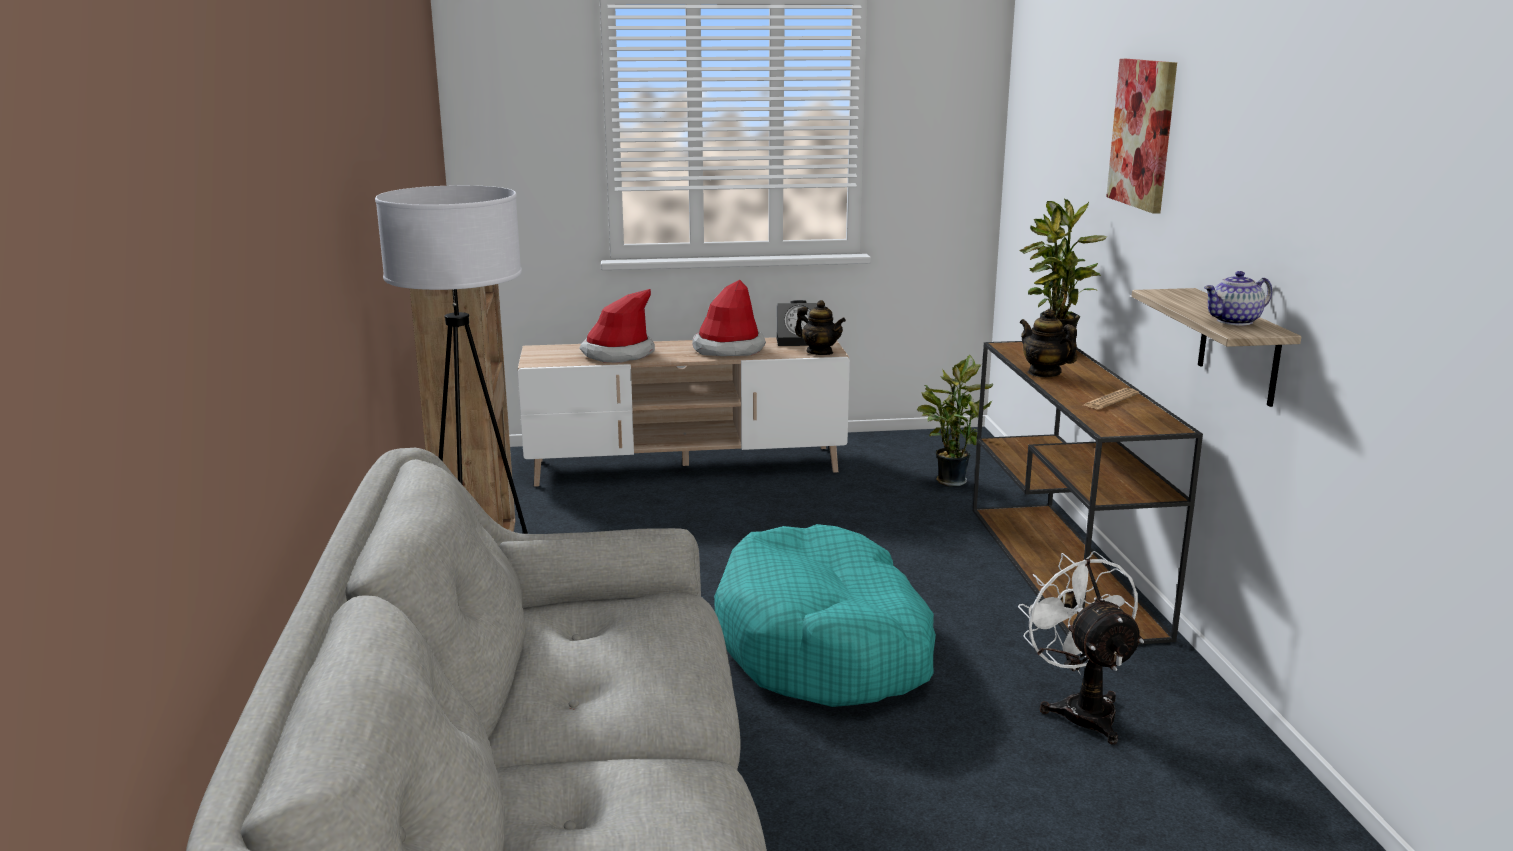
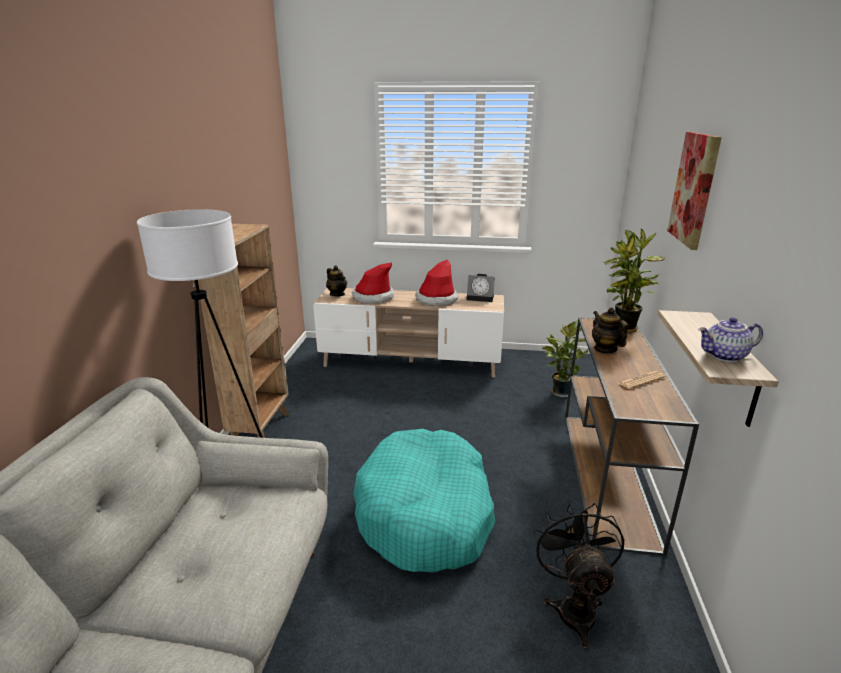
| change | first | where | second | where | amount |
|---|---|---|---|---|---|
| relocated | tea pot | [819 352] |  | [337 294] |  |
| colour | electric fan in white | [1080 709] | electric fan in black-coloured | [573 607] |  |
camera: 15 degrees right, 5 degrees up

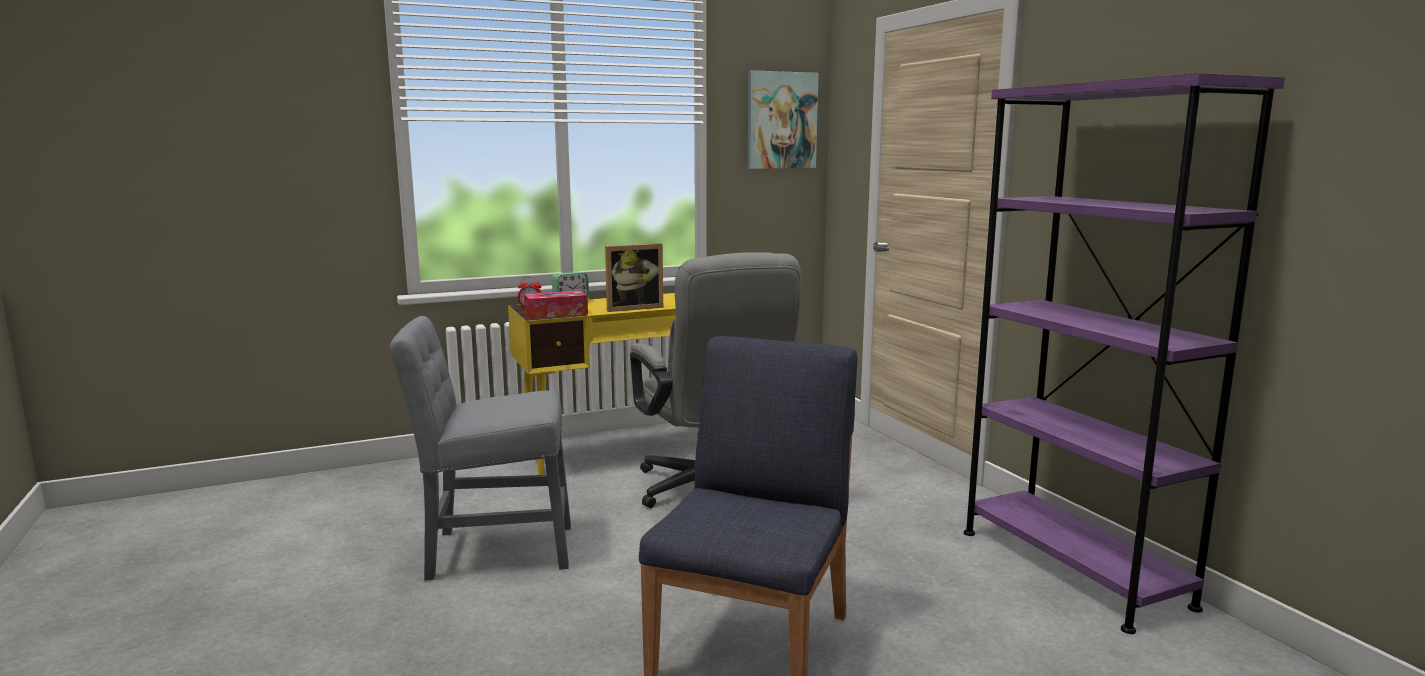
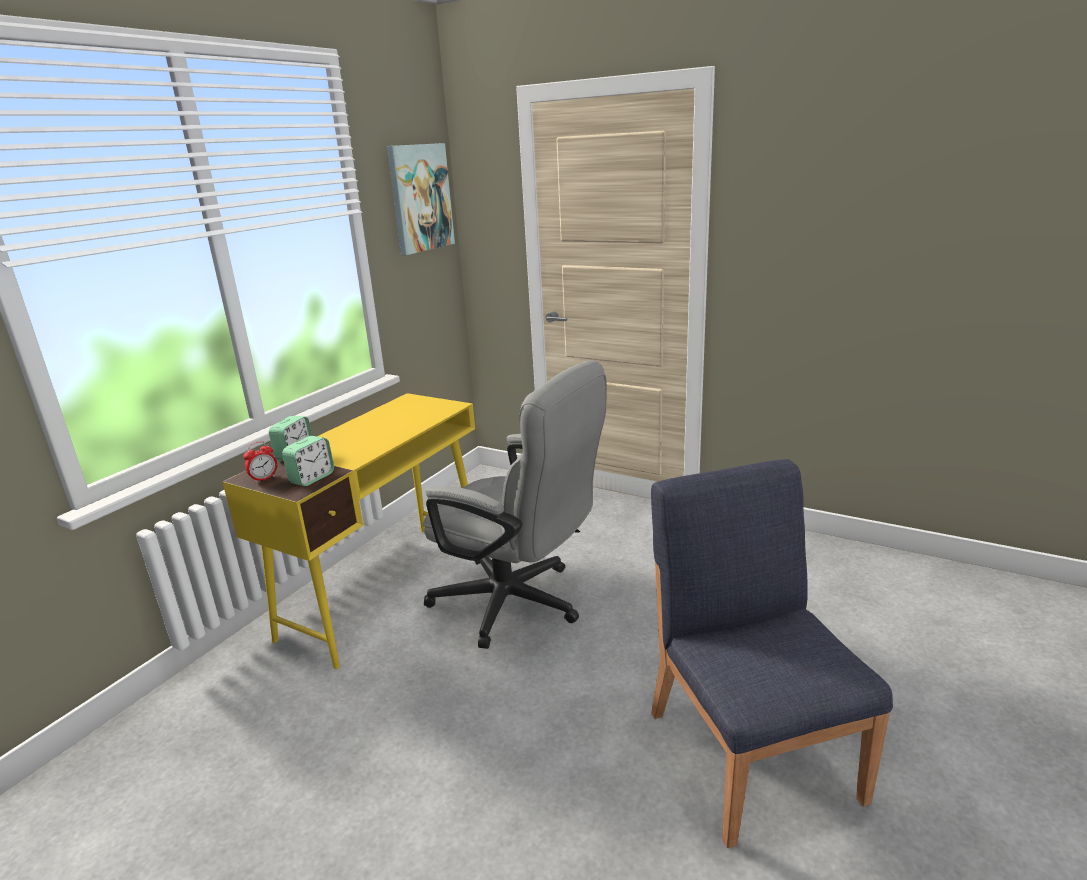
| change | first | where | second | where | amount |
|---|---|---|---|---|---|
| missing | bookcase in purple | [1072 568] |  |  |  |
| missing | photo frame | [633 308] |  |  |  |
| exchanged | box of tissues | [556 313] | bedside clock | [312 478] |  |
| missing | chair in gray | [492 551] |  |  |  |
camera: 35 degrees left, 10 degrees up

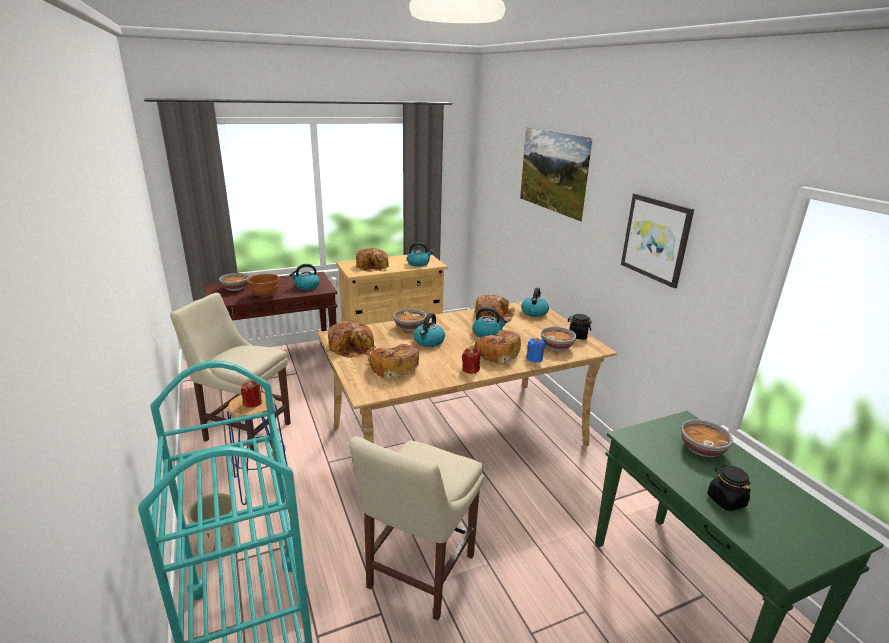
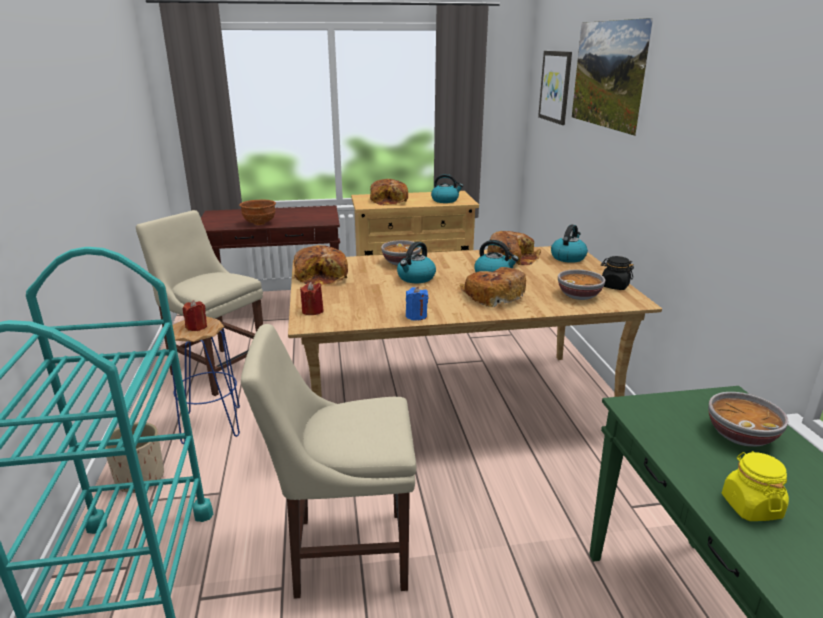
| change | first | where | second | where | amount |
|---|---|---|---|---|---|
| relocated | wall art | [656 239] |  | [556 86] |  |
| missing | tea kettle | [306 286] |  |  |  |
| missing | deep dish | [235 288] |  |  |  |
| relocated | wax candle in bluish | [534 359] |  | [416 316] |  |
| missing | baked bread | [393 367] |  |  |  |
| relocated | wax candle in reddish | [470 369] |  | [312 311] |  |
| spun | chair in beige-coloured | [418 574] |  | [343 552] | 45 degrees clockwise |
| colour | storage jar in black-coloured | [726 500] | storage jar in yellowish | [750 506] |  |
camera: 15 degrees right, 0 degrees up

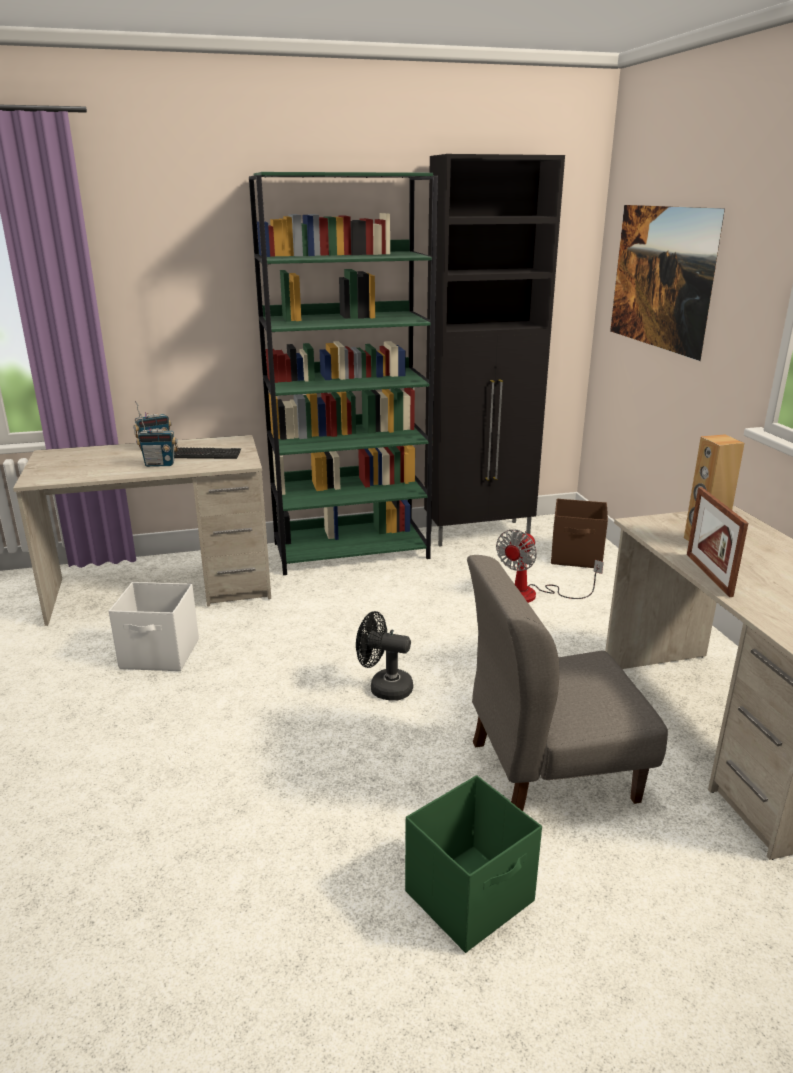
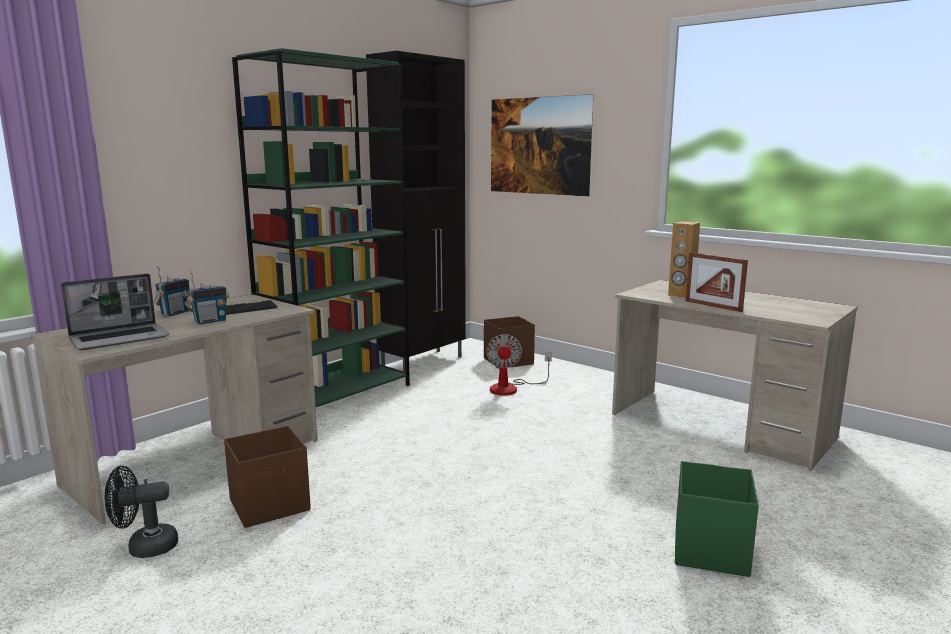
| change | first | where | second | where | amount |
|---|---|---|---|---|---|
| missing | chair in gray | [550 770] |  |  |  |
| colour | storage container in white | [161 654] | storage container in brownish | [271 505] |  |
| relocated | electric fan in black-coloured | [384 688] |  | [144 547] |  |
| appeared |  |  | laptop | [120 338] |  |
camera: 35 degrees left, 10 degrees down

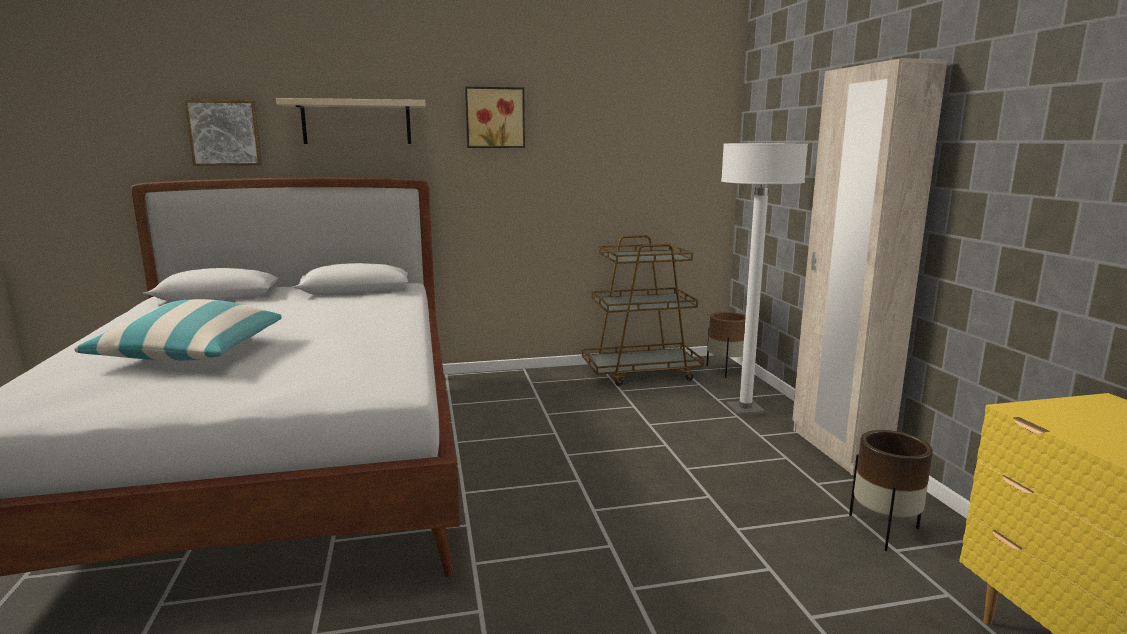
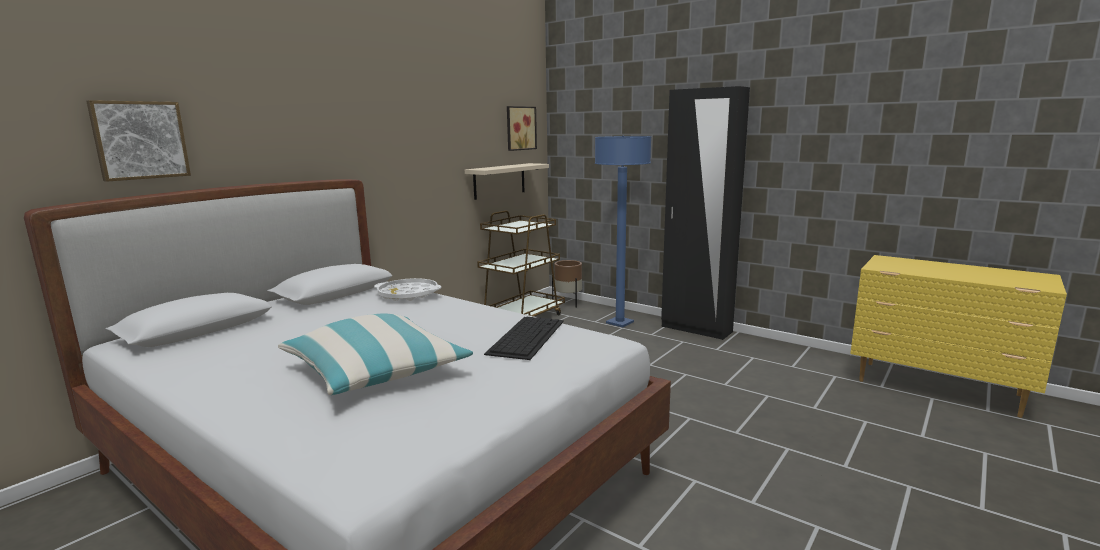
| change | first | where | second | where | amount |
|---|---|---|---|---|---|
| colour | clothes cupboard in beige-coloured | [837 449] | clothes cupboard in black-coloured | [696 329] |  |
| relocated | wall art | [495 118] |  | [519 128] |  |
| relocated | shelf in beige-coloured | [356 122] |  | [499 181] |  |
| colour | floor lamp in white | [745 410] | floor lamp in bluish | [619 323] |  |
| missing | plant pot in brownish | [883 531] |  |  |  |
| appeared |  |  | carrying tray in white | [408 294] |  |
| appeared |  |  | computer keyboard | [526 336] |  |
camera: 40 degrees left, 0 degrees up

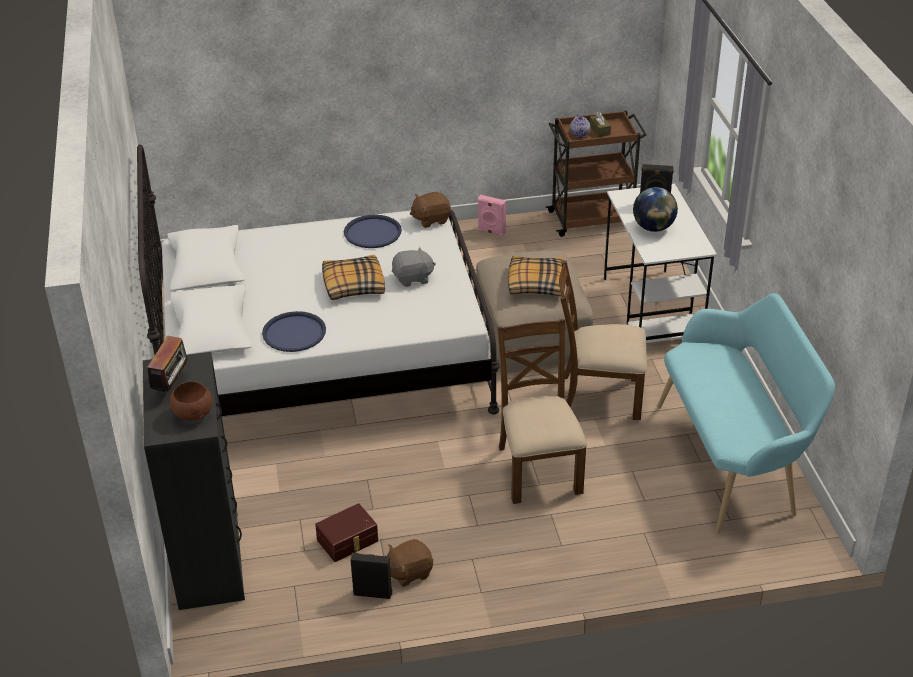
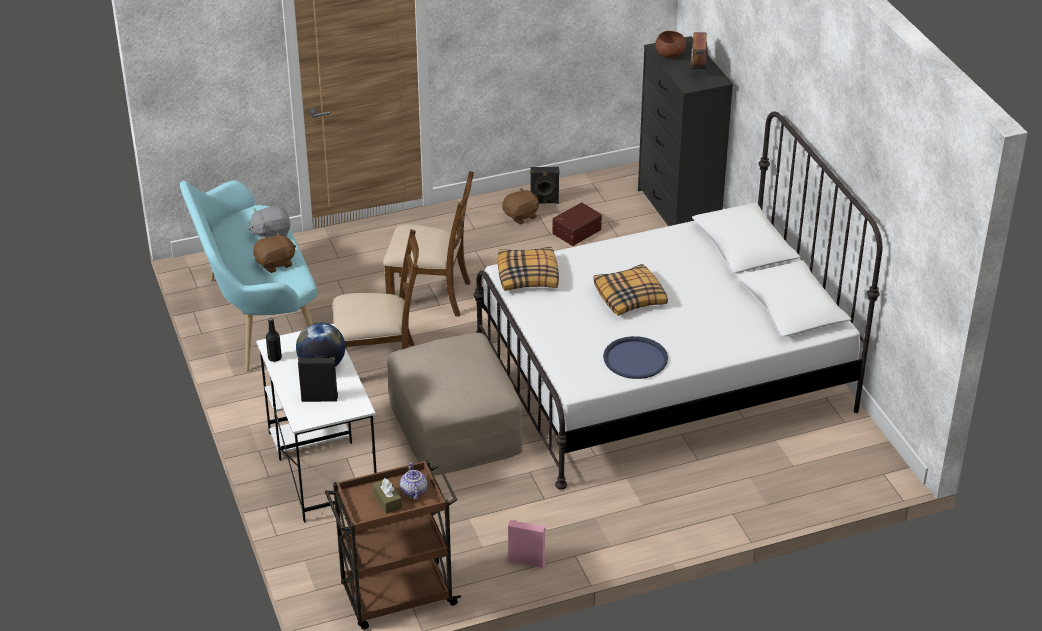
| change | first | where | second | where | amount |
|---|---|---|---|---|---|
| relocated | soft toy in brownish | [431 219] |  | [275 264] |  |
| relocated | soft toy in gray | [413 278] |  | [271 234] |  |
| relocated | pillow | [536 283] |  | [528 276] |  |
| missing | carrying tray in bluish | [294 332] |  |  |  |
| spun | chair in brownish | [538 469] |  | [430 295] | 60 degrees counterclockwise |
| appeared |  |  | bottle in black-coloured | [274 358] |  |
camera: 170 degrees right, 0 degrees up

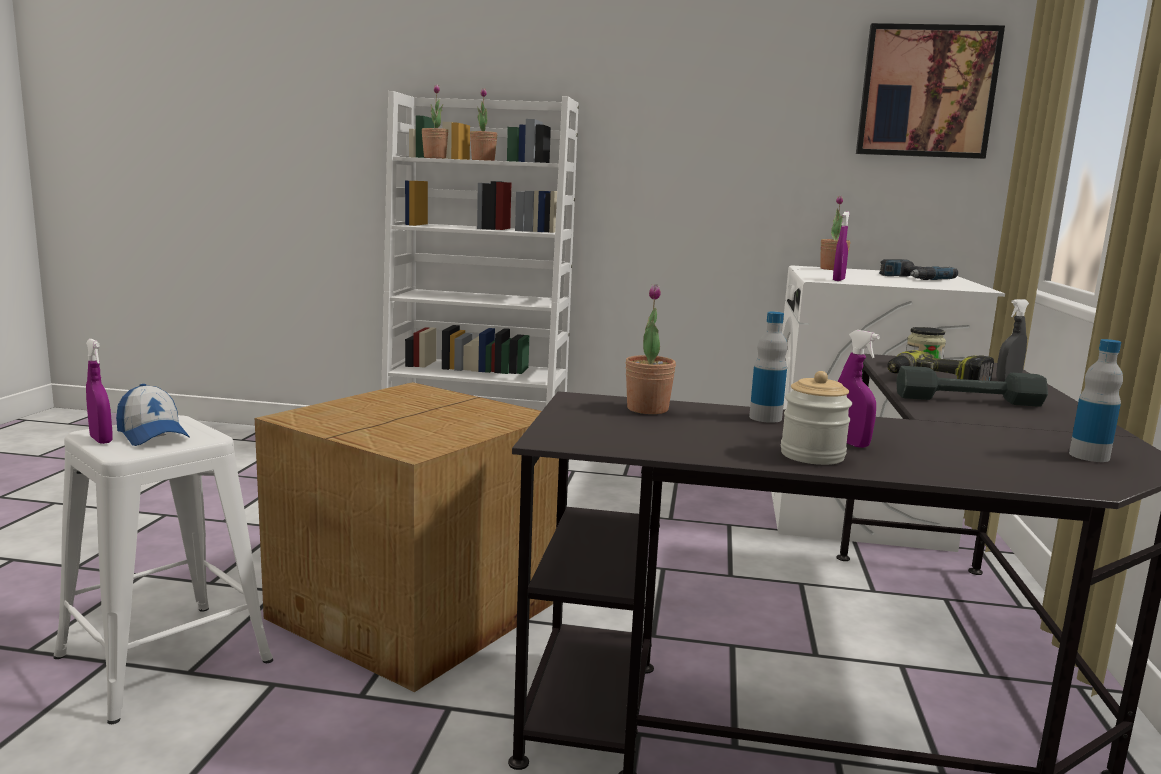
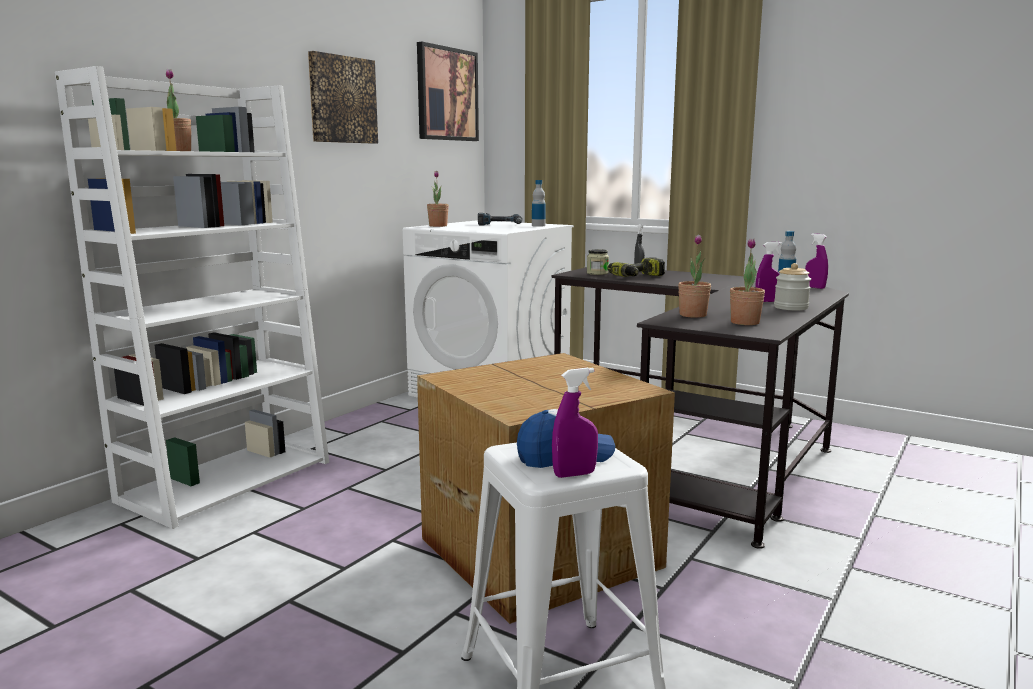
| change | first | where | second | where | amount |
|---|---|---|---|---|---|
| relocated | houseplant | [435 158] |  | [745 322] |  |
| relocated | hand sprayer in purple | [838 280] |  | [814 287] |  |
| relocated | bottle | [765 418] |  | [538 226] |  |
| missing | hand weight in gray | [968 400] |  |  |  |
| appeared |  |  | wall art | [342 100] |  |
camera: 65 degrees left, 0 degrees up

